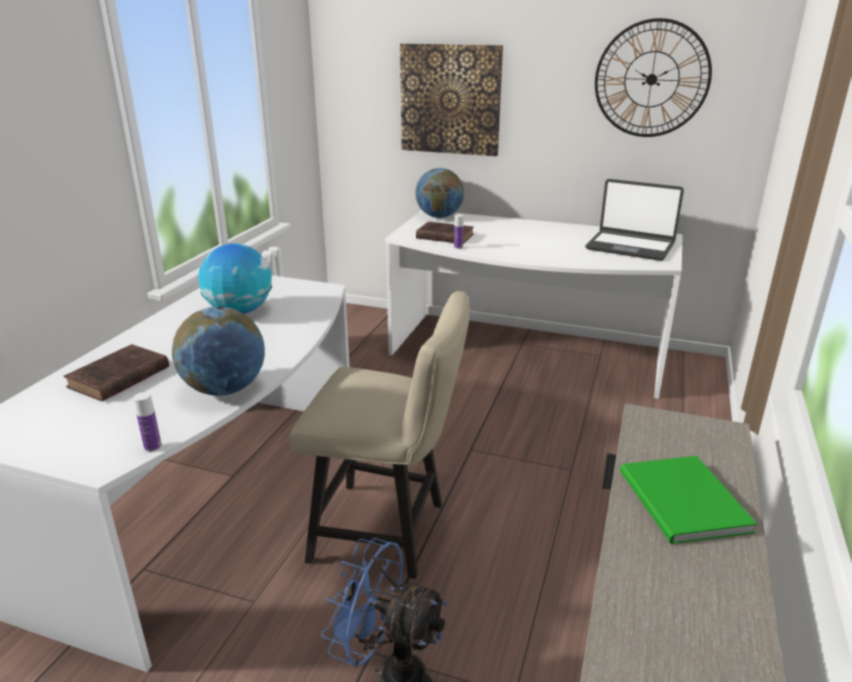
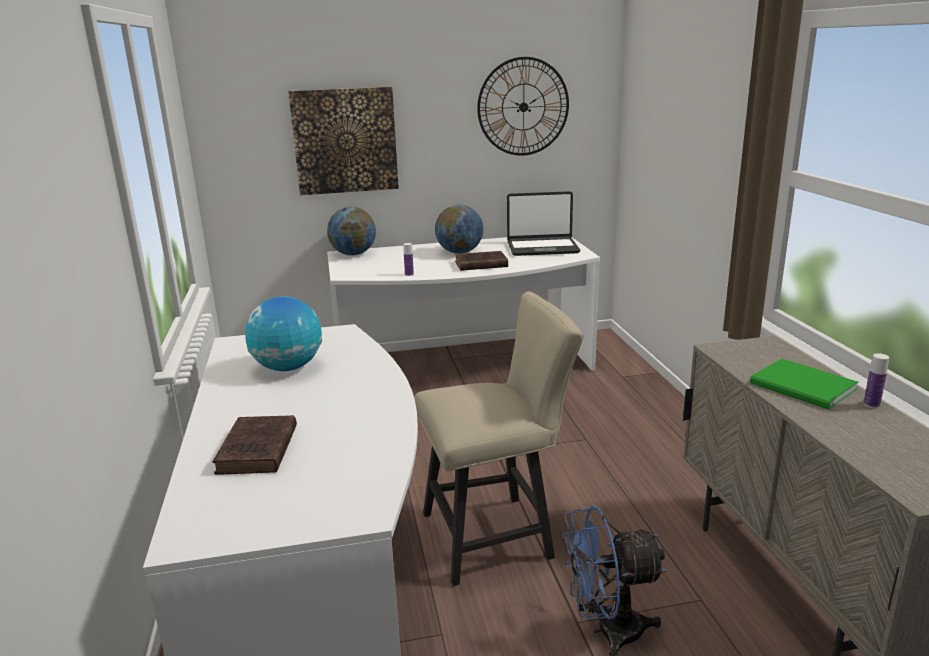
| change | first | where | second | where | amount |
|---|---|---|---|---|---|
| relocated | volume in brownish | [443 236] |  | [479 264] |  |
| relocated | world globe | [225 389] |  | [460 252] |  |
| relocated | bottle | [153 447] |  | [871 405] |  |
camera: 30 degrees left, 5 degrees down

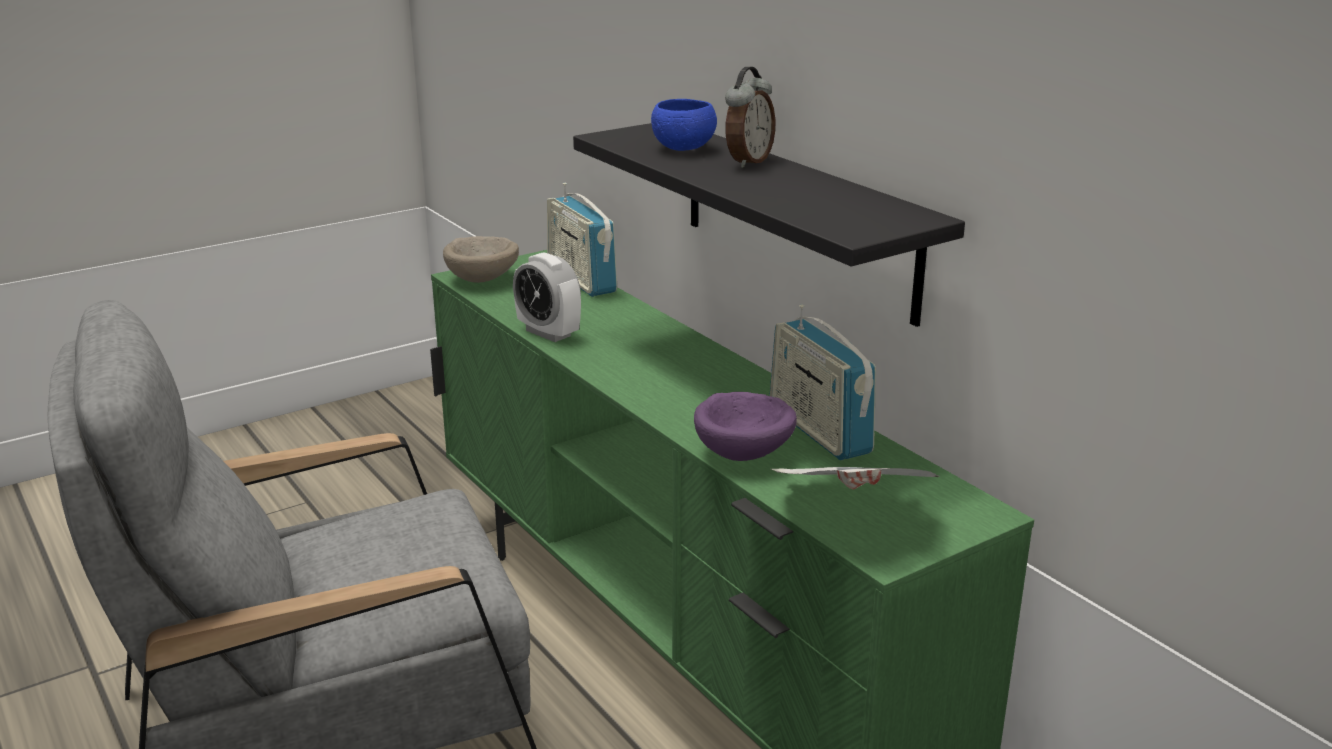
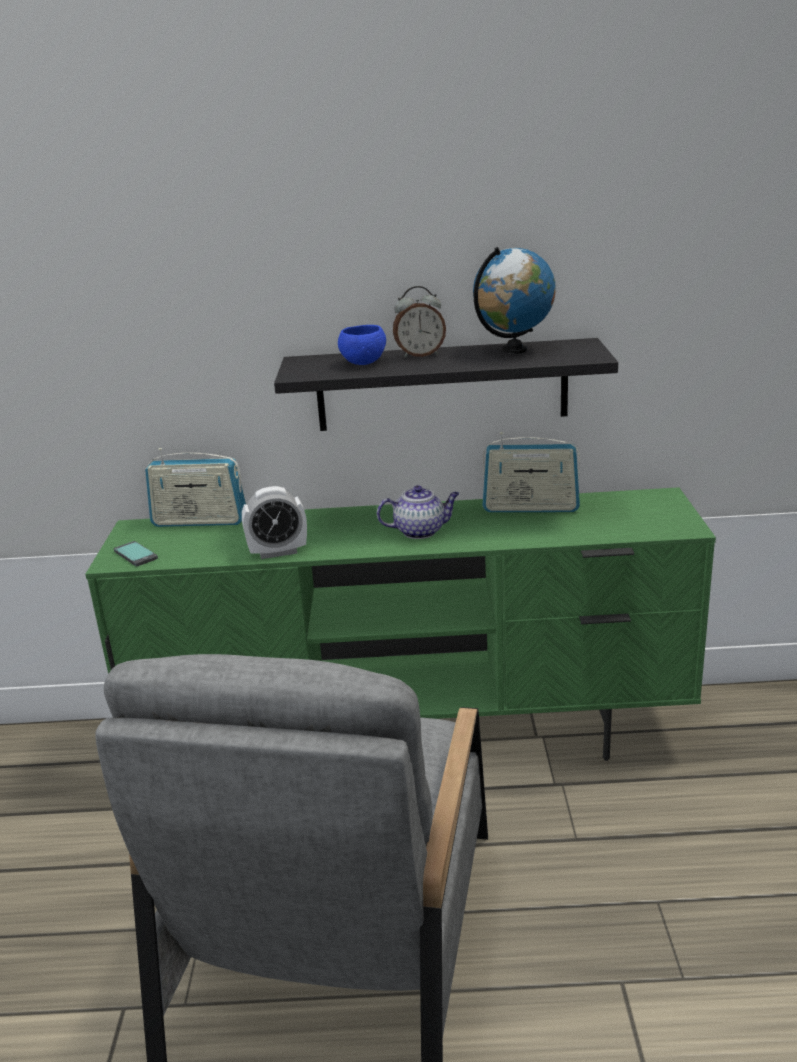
| change | first | where | second | where | amount |
|---|---|---|---|---|---|
| spun | bedside clock | [747 162] |  | [420 355] | 105 degrees clockwise |
| exchanged | deep dish in beige-coloured | [484 279] | telephone | [136 555] |  |
| missing | deep dish in purple | [745 453] |  |  |  |
| missing | newspaper | [851 512] |  |  |  |
| appeared |  |  | world globe | [514 350] |  |
| appeared |  |  | tea pot | [420 531] |  |
camera: 55 degrees left, 0 degrees up

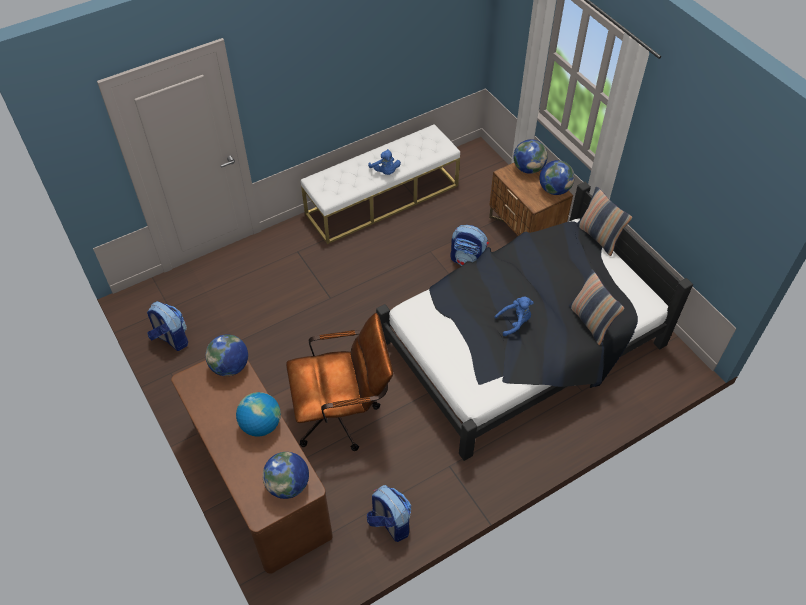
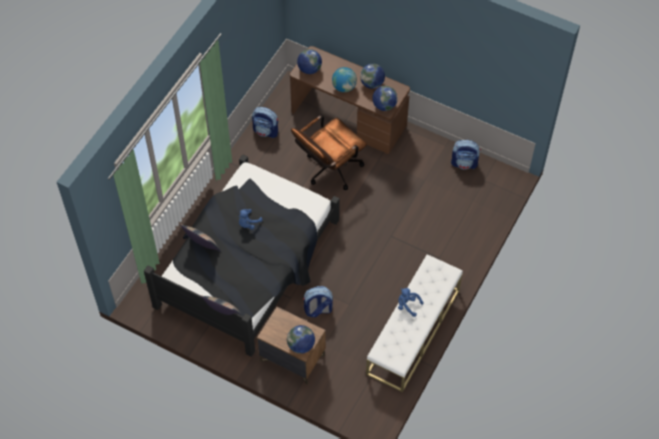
| change | first | where | second | where | amount |
|---|---|---|---|---|---|
| relocated | world globe | [554 189] |  | [372 84] |  |
camera: 150 degrees right, 5 degrees up

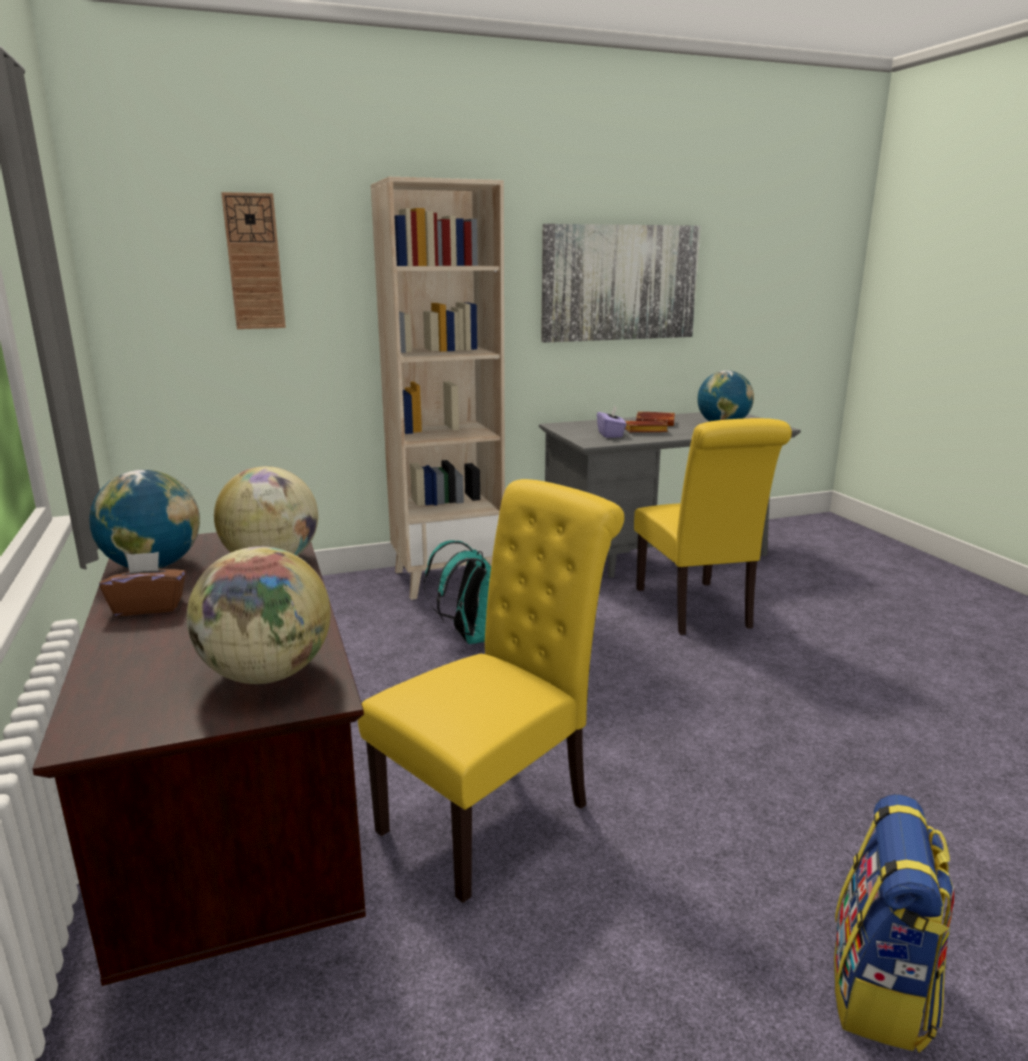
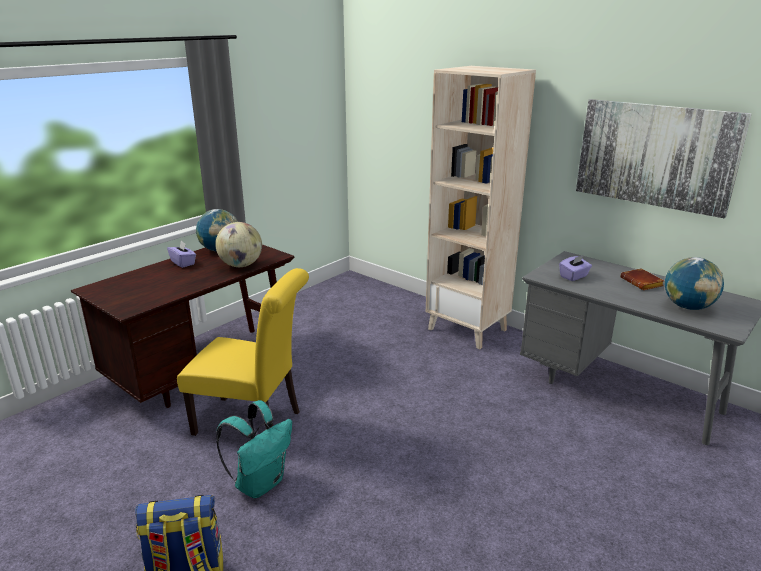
| change | first | where | second | where | amount |
|---|---|---|---|---|---|
| missing | wall clock | [254 262] |  |  |  |
| missing | chair in yellowish | [696 610] |  |  |  |
| missing | volume in brownish | [644 431] |  |  |  |
| relocated | knapsack in turquoise | [470 637] |  | [260 483] |  |
| missing | world globe | [266 675] |  |  |  |
| colour | box of tissues in brownish | [149 607] | box of tissues in purple | [183 263] |  |
camera: 60 degrees right, 5 degrees up

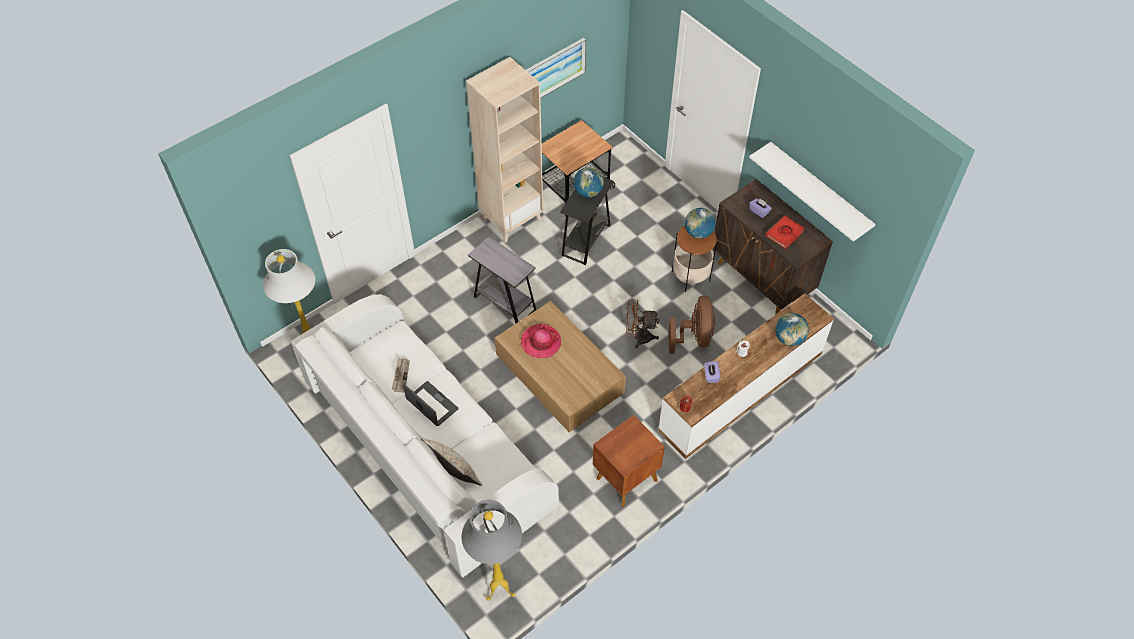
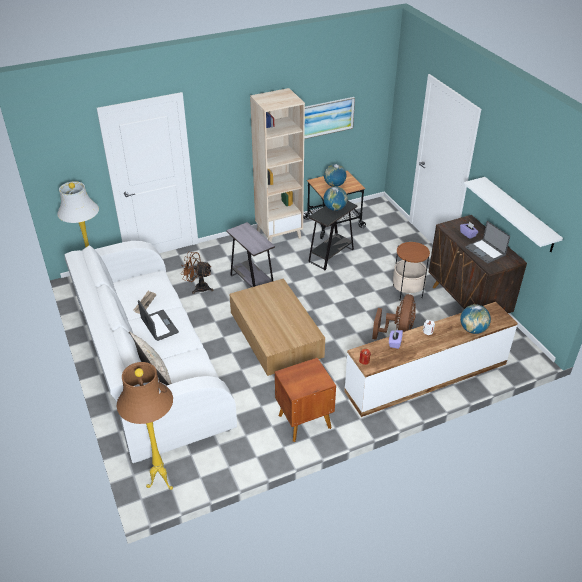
| change | first | where | second | where | amount |
|---|---|---|---|---|---|
| relocated | world globe | [698 233] |  | [334 185] |  |
| exchanged | volume in reddish | [784 234] | laptop | [485 251] |  |
| relocated | electric fan in brownish | [638 337] |  | [198 287] |  |
| missing | wearable hat | [541 342] |  |  |  |
| colour | floor lamp in gray | [499 589] | floor lamp in brownish | [161 481] |  |
camera: 15 degrees right, 15 degrees down

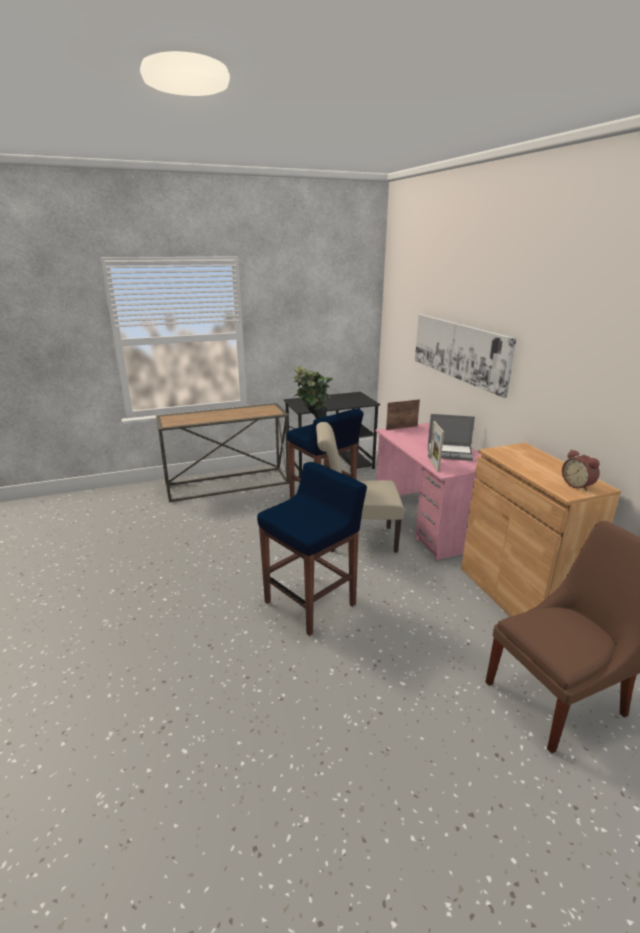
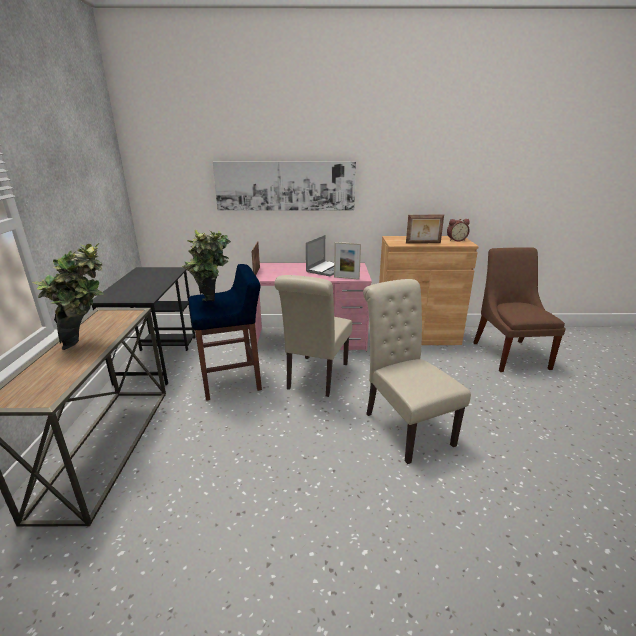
| change | first | where | second | where | amount |
|---|---|---|---|---|---|
| exchanged | stool seat in bluish | [311 603] | chair in beige-coloured | [404 425] |  |
| appeared |  |  | photo frame | [423 243] |  |
| appeared |  |  | houseplant | [89 342] |  |
camera: 70 degrees left, 0 degrees up

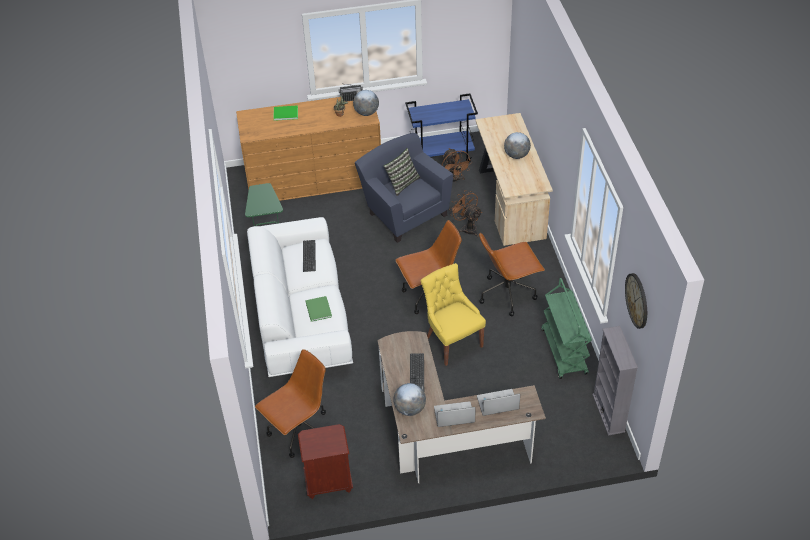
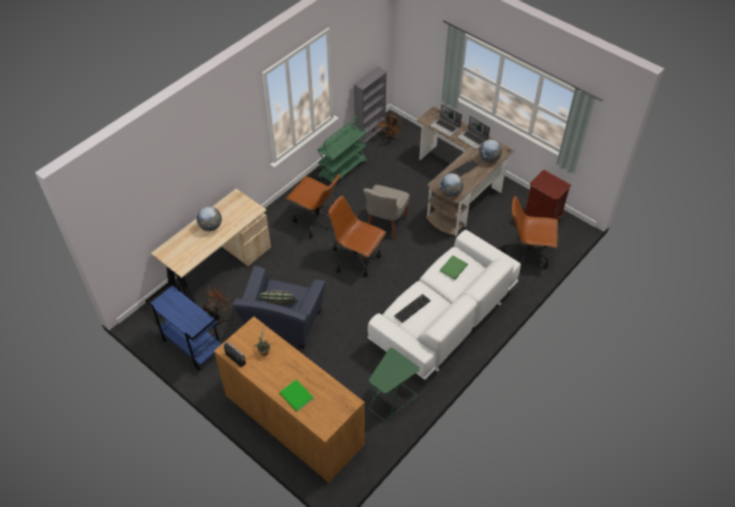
| change | first | where | second | where | amount |
|---|---|---|---|---|---|
| relocated | world globe | [366 113] |  | [450 193] |  |
| relocated | electric fan in brownish | [467 228] |  | [391 138] |  |
| colour | chair in yellowish | [452 342] | chair in gray | [385 224] |  |
| missing | wall clock | [637 300] |  |  |  |
camera: 130 degrees left, 5 degrees up

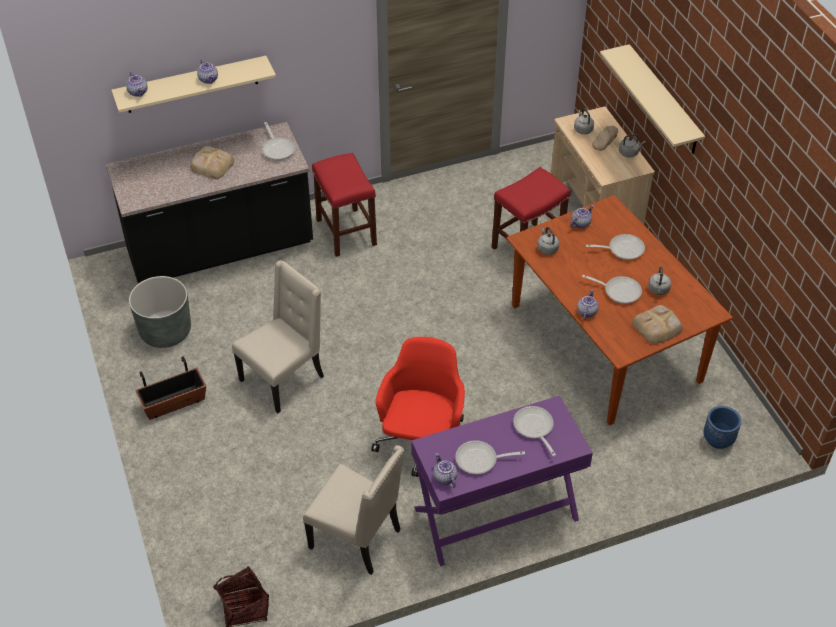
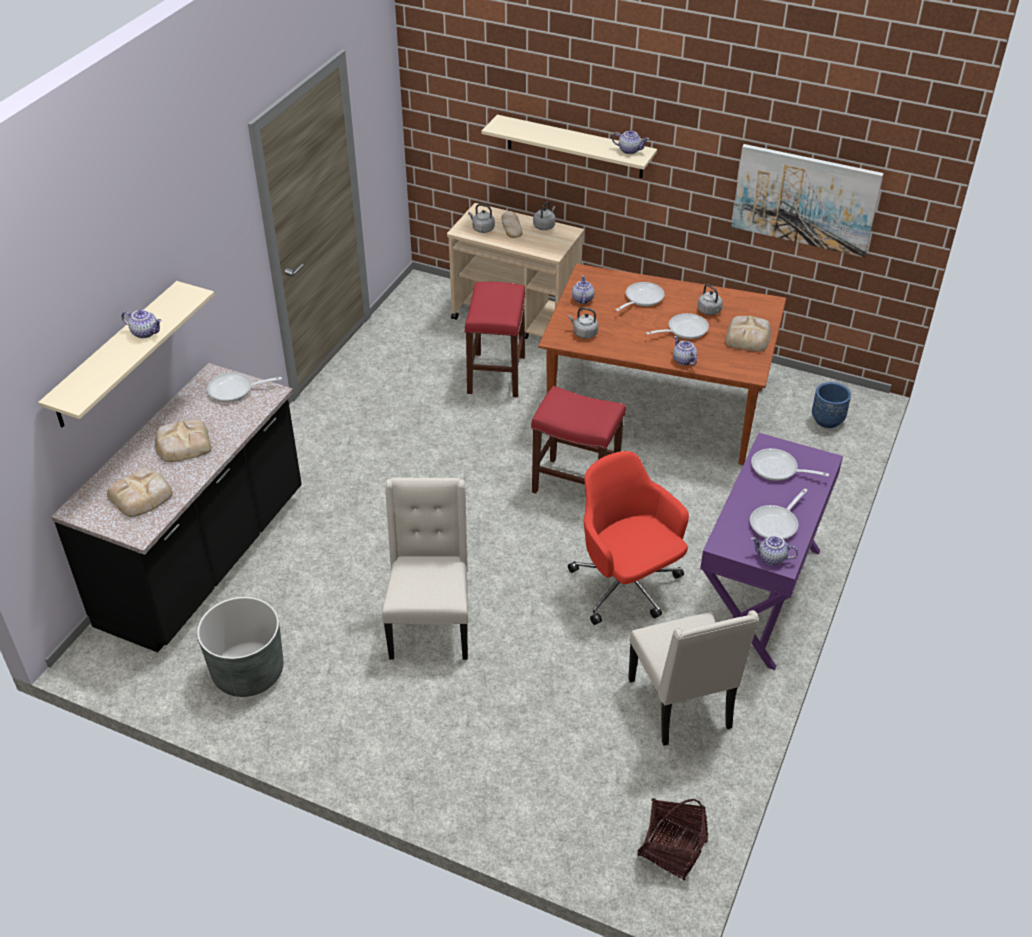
| change | first | where | second | where | amount |
|---|---|---|---|---|---|
| relocated | tea pot | [138 92] |  | [629 150] |  |
| spun | skillet | [278 149] |  | [235 390] | 150 degrees clockwise |
| relocated | stool seat in reddish | [345 232] |  | [574 484] |  |
| missing | plant pot | [174 403] |  |  |  |
| spun | chair in beige-coloured | [357 538] |  | [682 705] | 90 degrees clockwise |
| appeared |  |  | wall art | [805 199] |  |
| appeared |  |  | baked bread | [142 496] |  |
camera: 45 degrees left, 5 degrees down

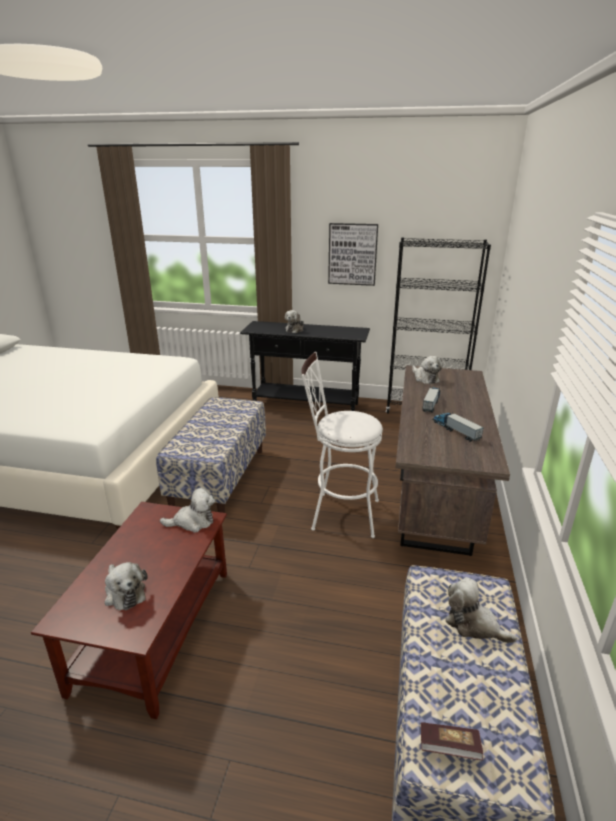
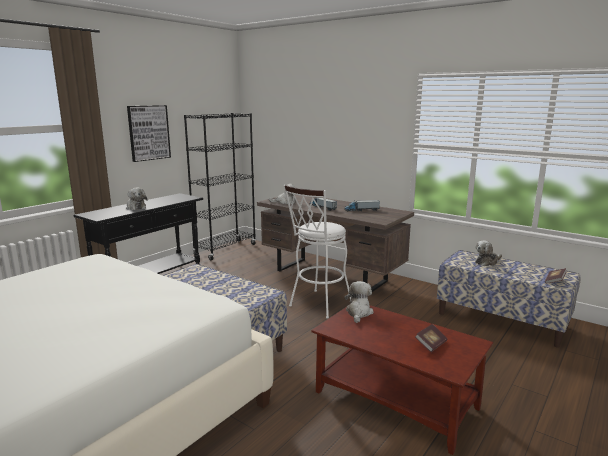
| change | first | where | second | where | amount |
|---|---|---|---|---|---|
| exchanged | soft toy | [124 592] | volume | [431 344] |  |
camera: 65 degrees left, 10 degrees down

